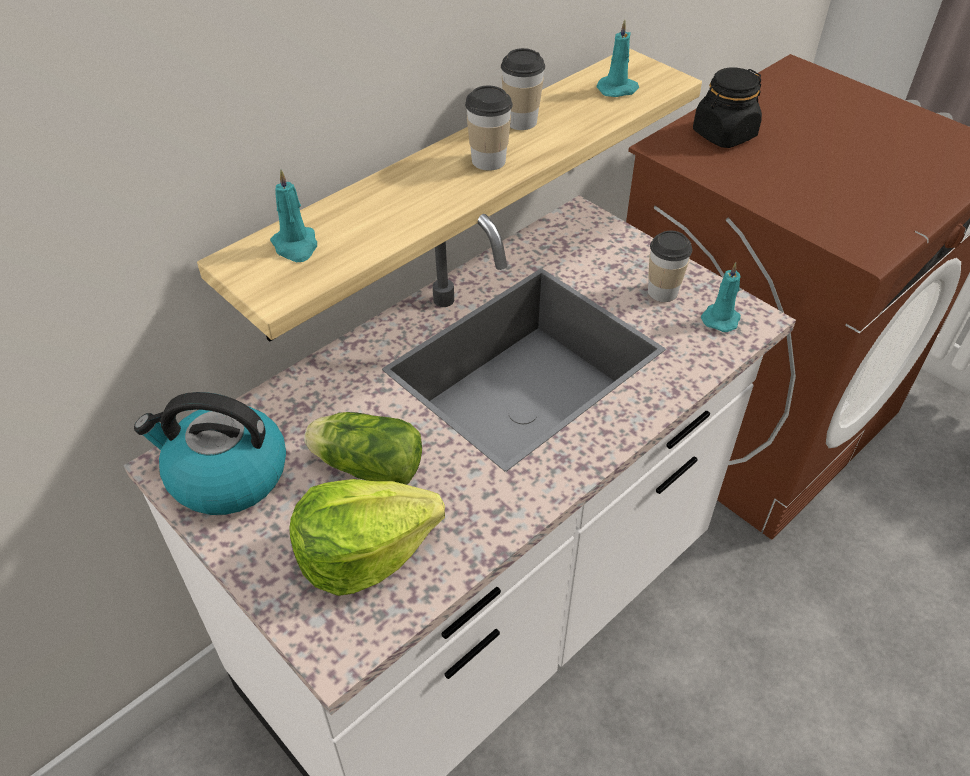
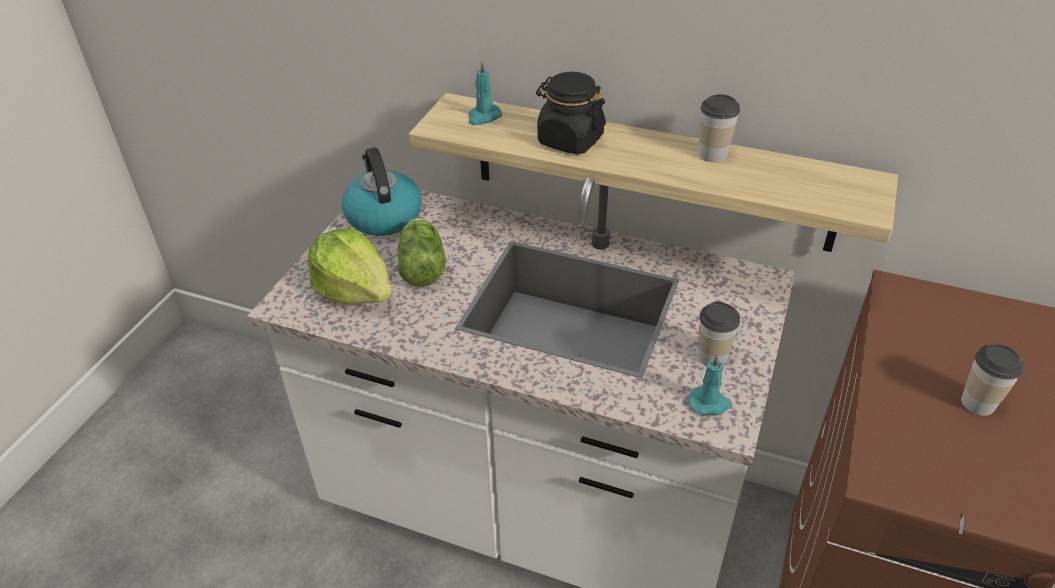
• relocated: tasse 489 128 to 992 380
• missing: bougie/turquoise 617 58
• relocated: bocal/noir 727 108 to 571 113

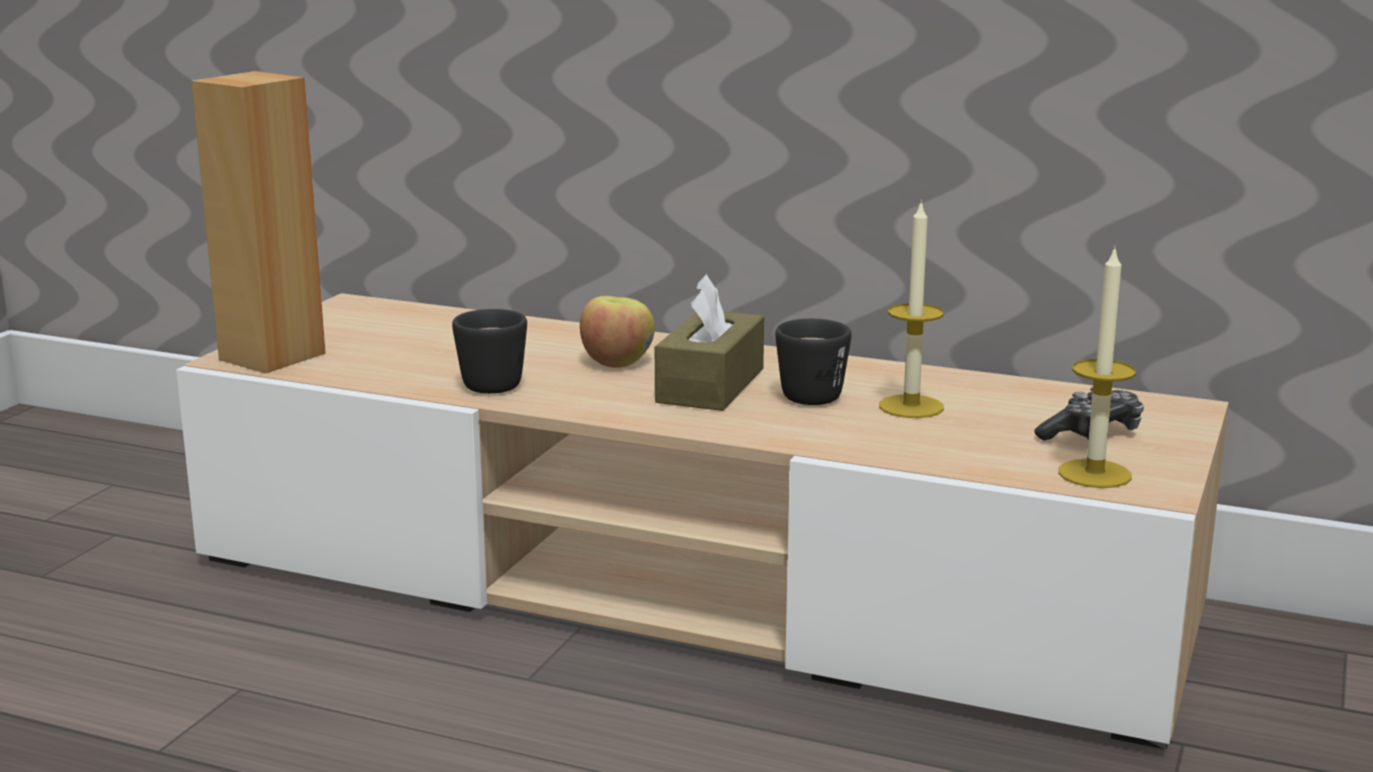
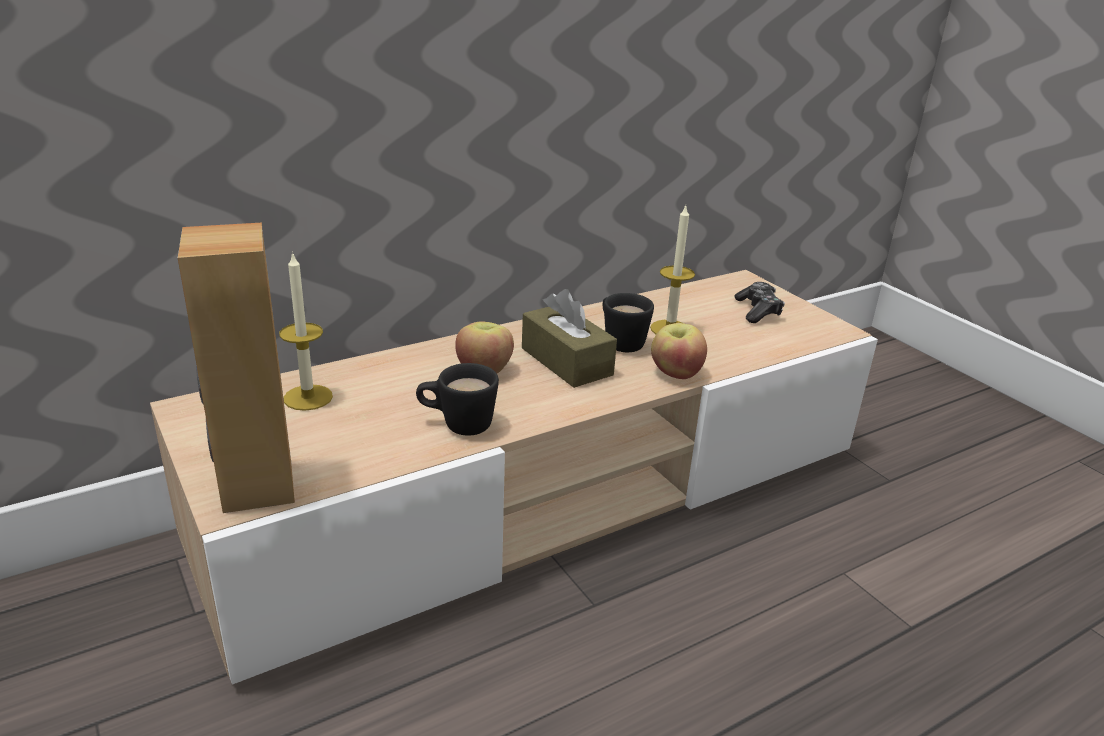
• relocated: bougie 1097 367 to 306 331
• appeared: pomme 679 351

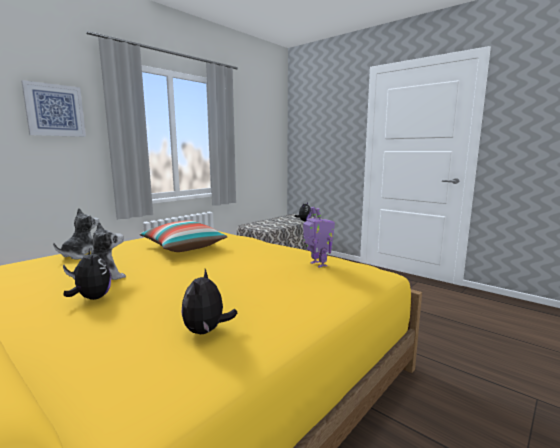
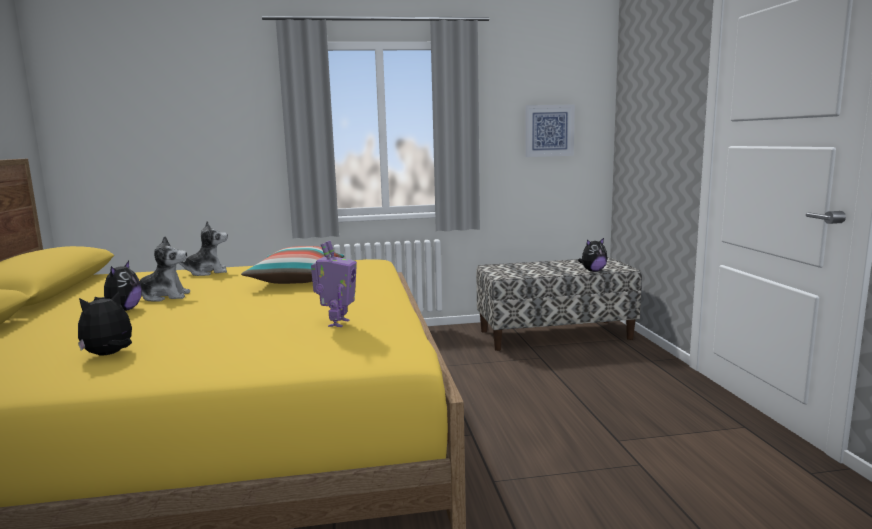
• relocated: tableau 53 108 to 550 130

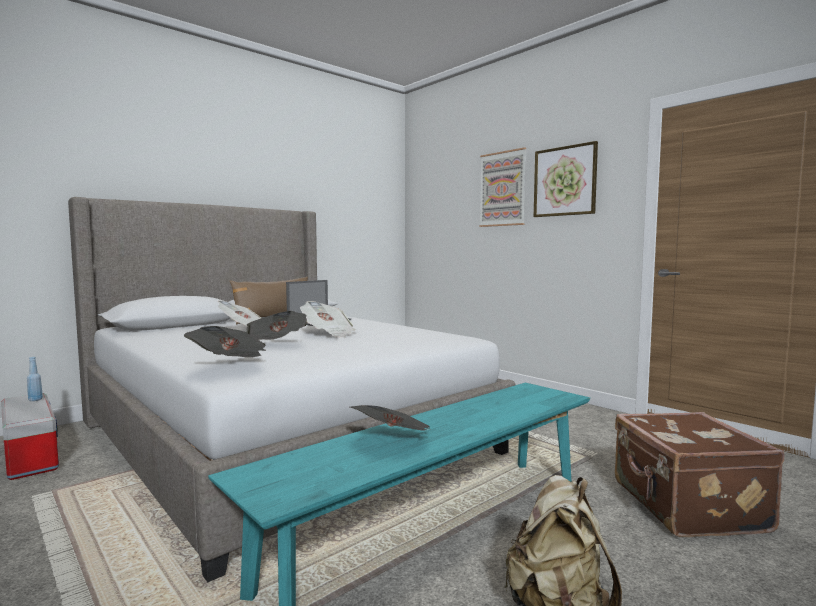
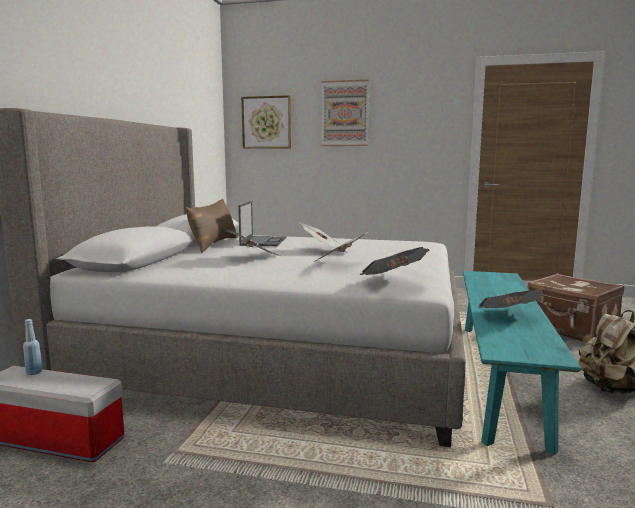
• relocated: tableau 566 179 to 266 122

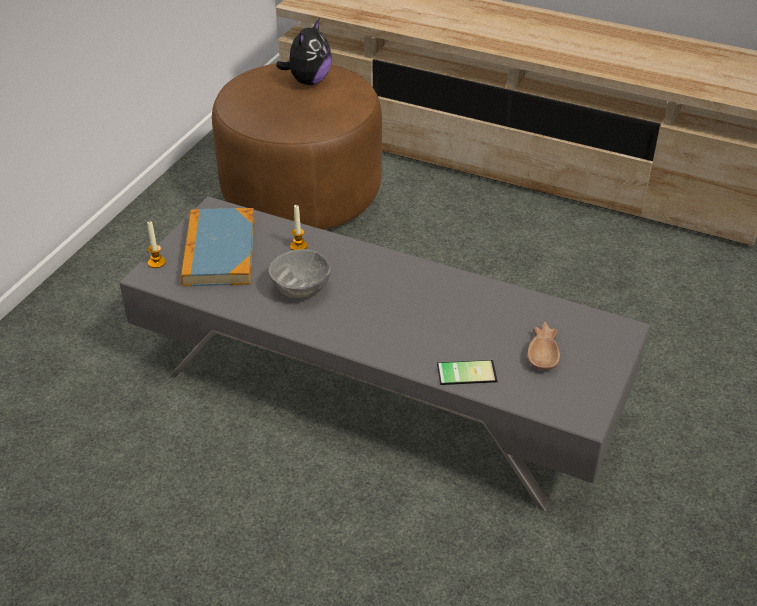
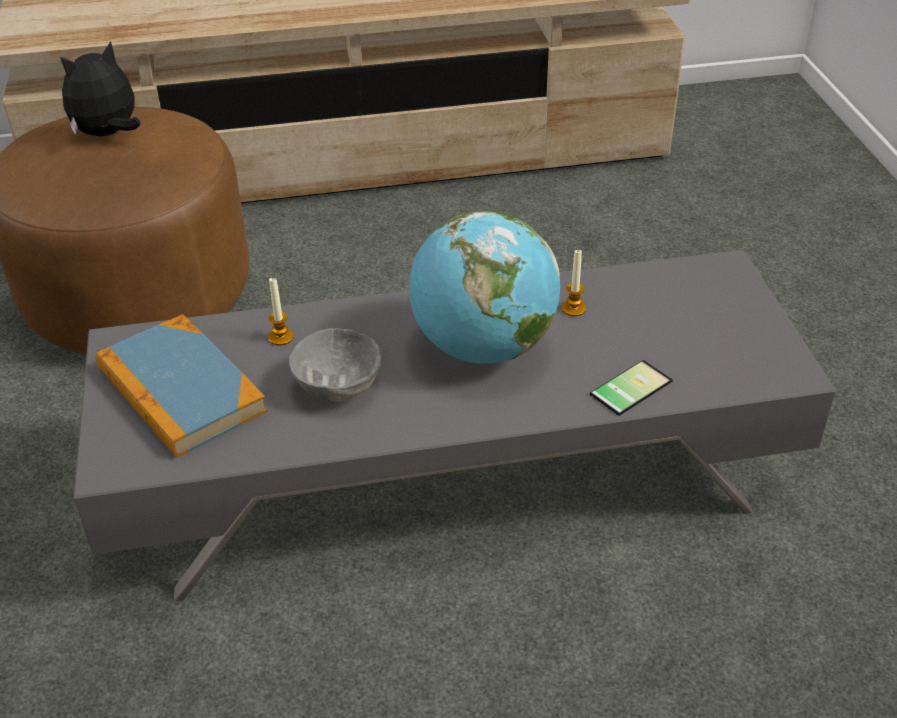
• relocated: bougie 156 244 to 574 283
• spun: peluche 304 52 = 100 88 120 degrees counterclockwise
• missing: bol/marron 543 346
• appeared: globe 484 287

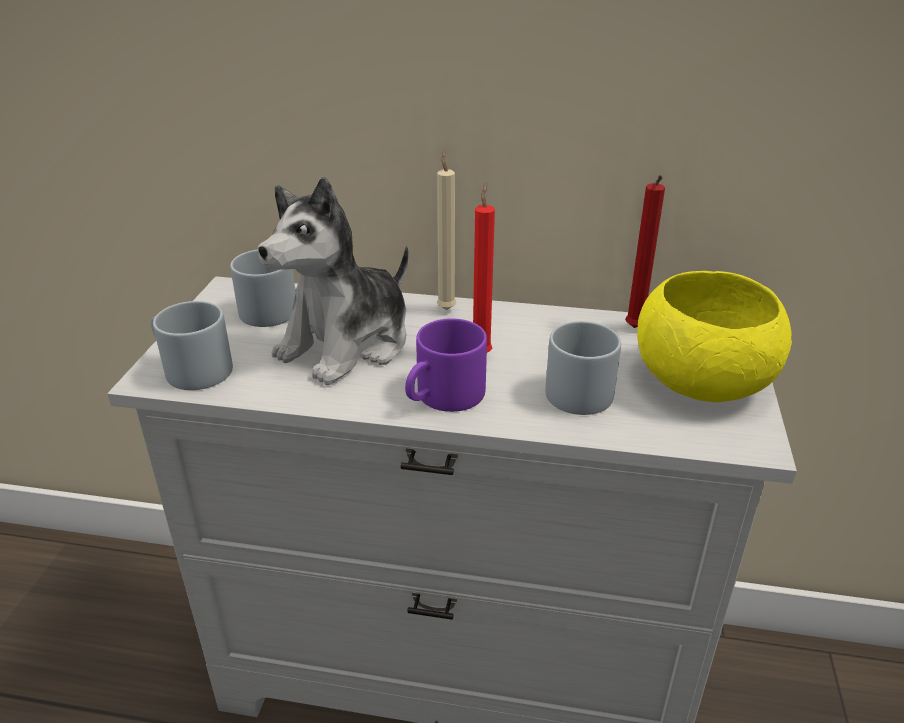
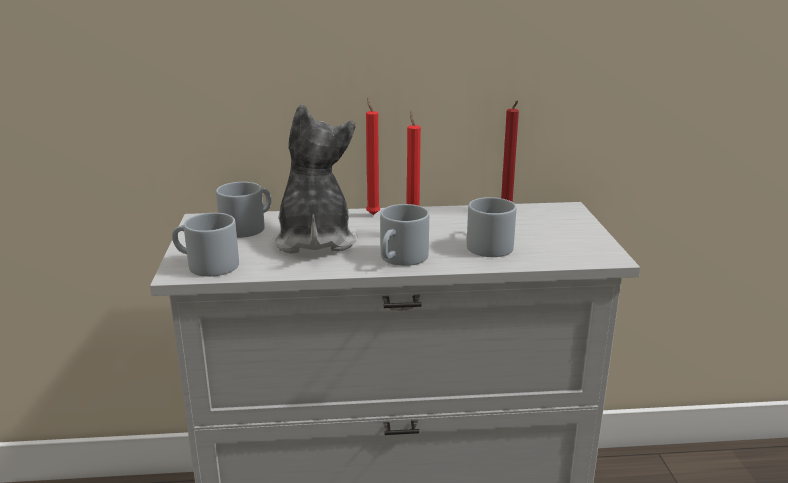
• spun: peluche 333 280 = 315 179 150 degrees clockwise
• colour: mug/violet 446 365 to mug/gris 404 235
• colour: bougie/beige 447 229 to bougie/rouge 373 156
• missing: bol/jaune 714 336

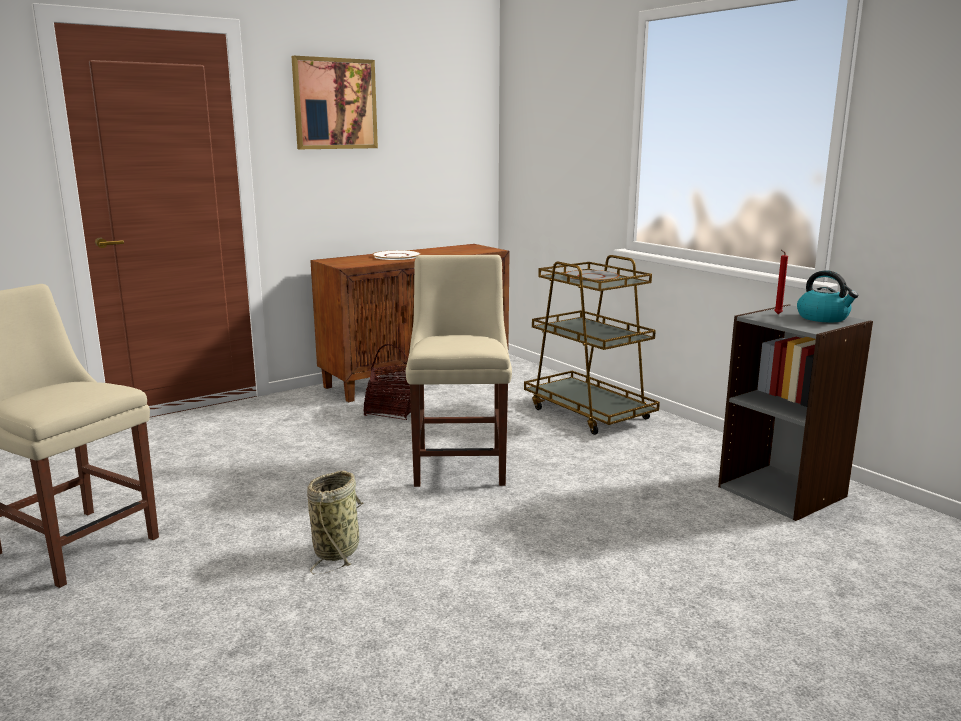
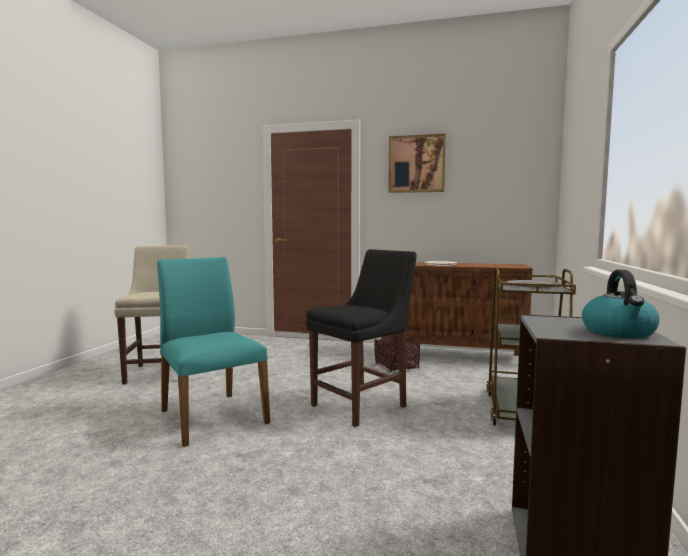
• exchanged: panier 335 523 to chaise/turquoise 213 352
• colour: chaise/beige 459 371 to chaise/noir 361 338
• missing: bougie/rouge 781 282

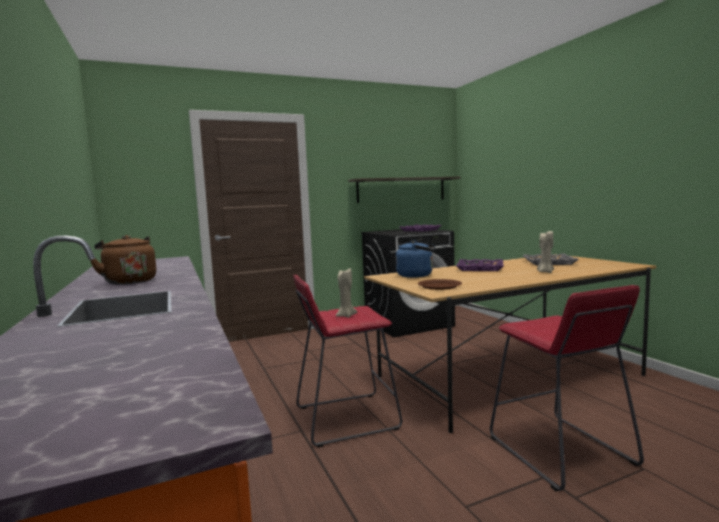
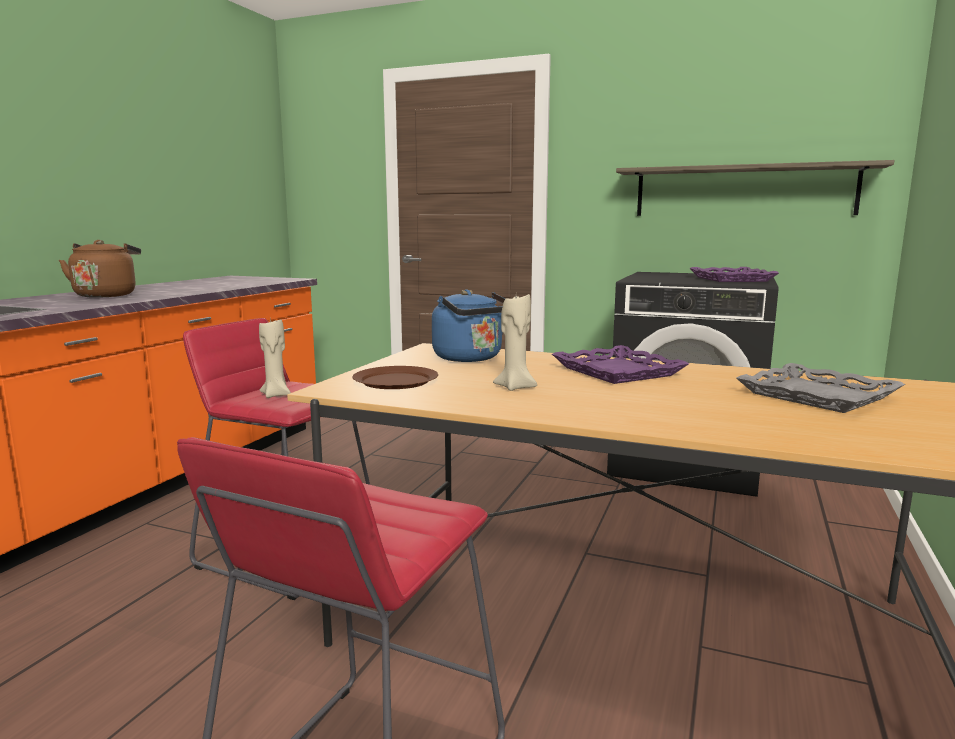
• relocated: bougie/beige 545 251 to 515 342

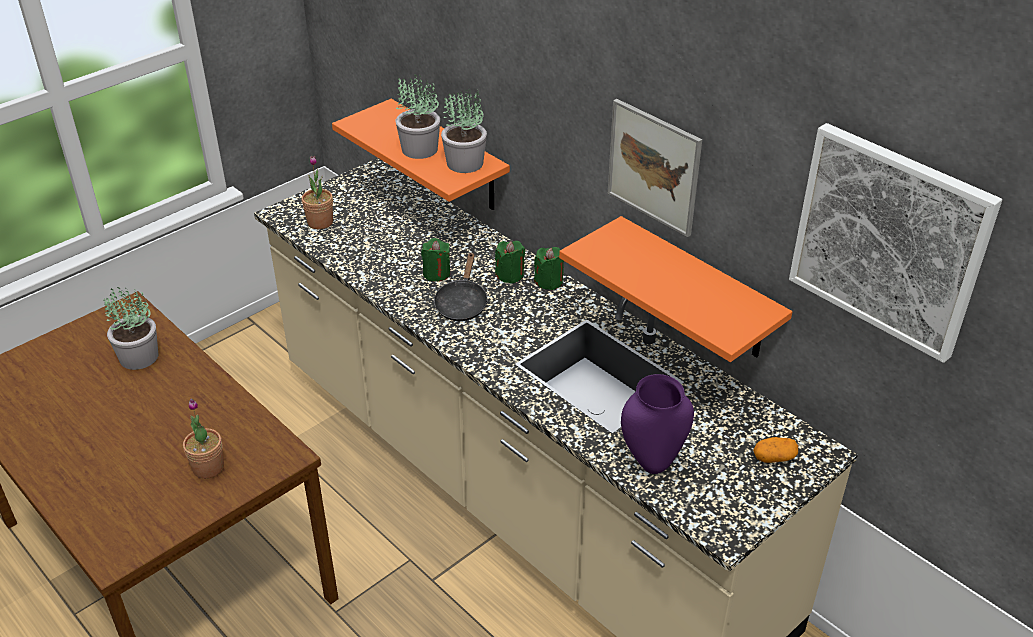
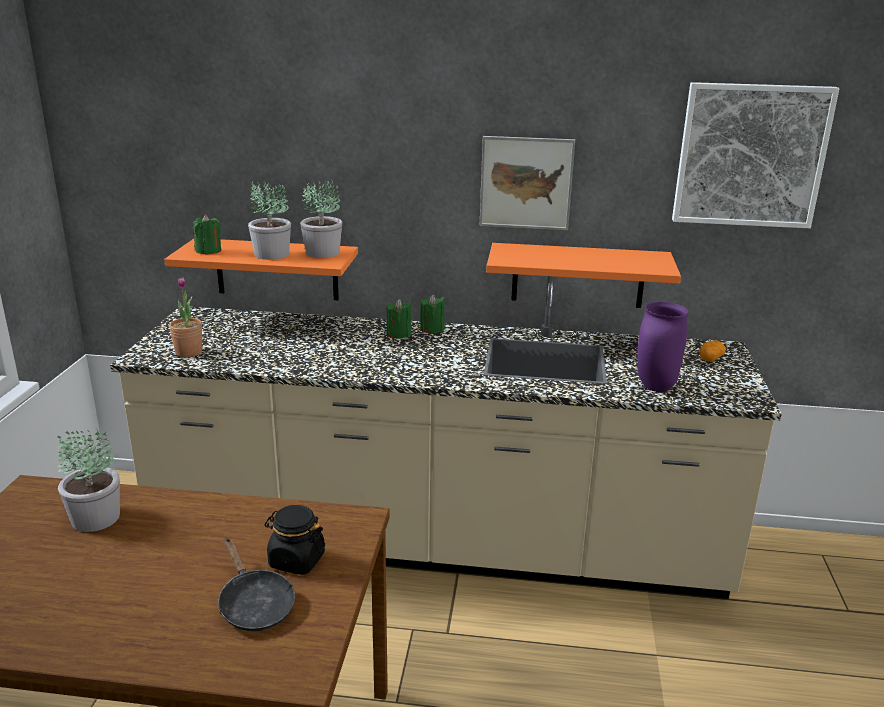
• exchanged: plante en pot 203 439 to bocal/noir 294 540
• relocated: bougie/vert 435 260 to 207 235
• relocated: poêle/noir 460 286 to 256 584

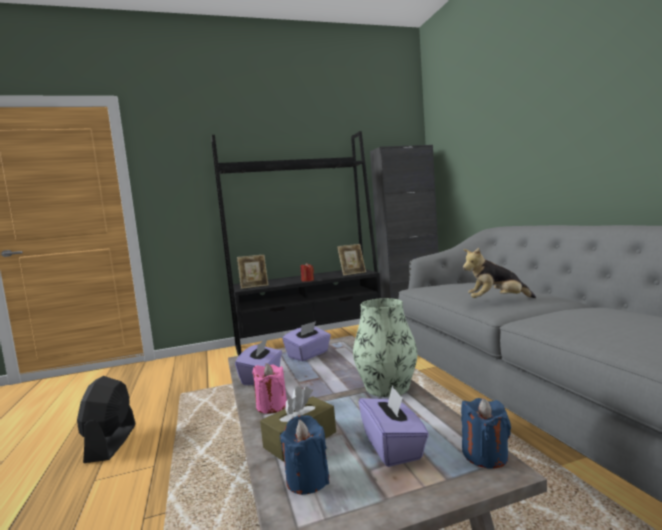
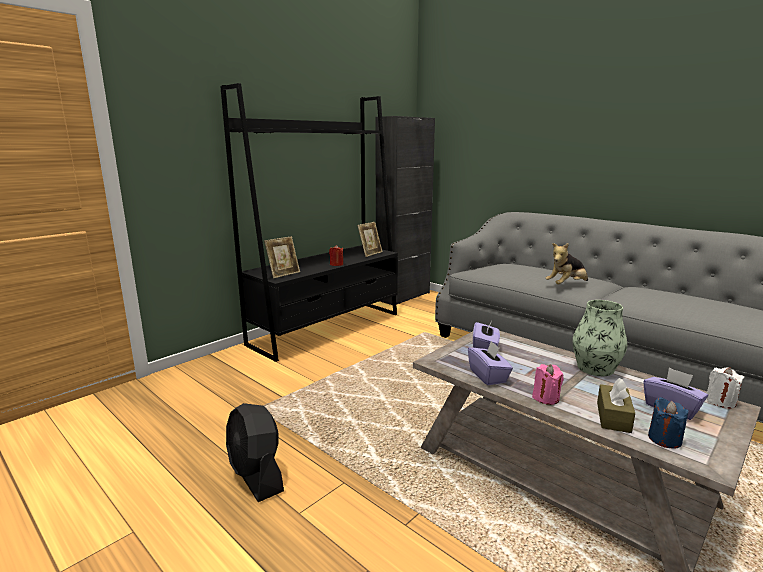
• colour: bougie/bleu 486 433 to bougie/blanc 725 387

